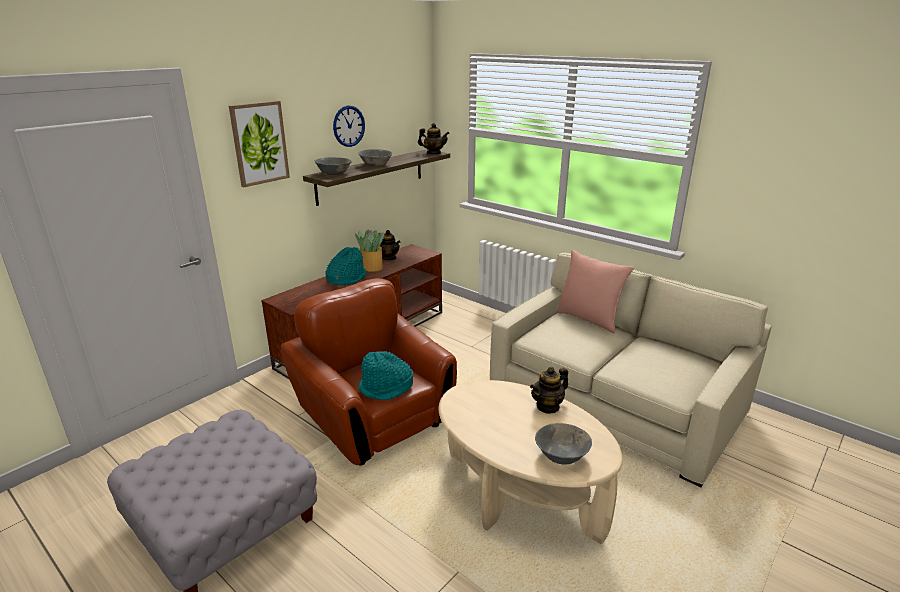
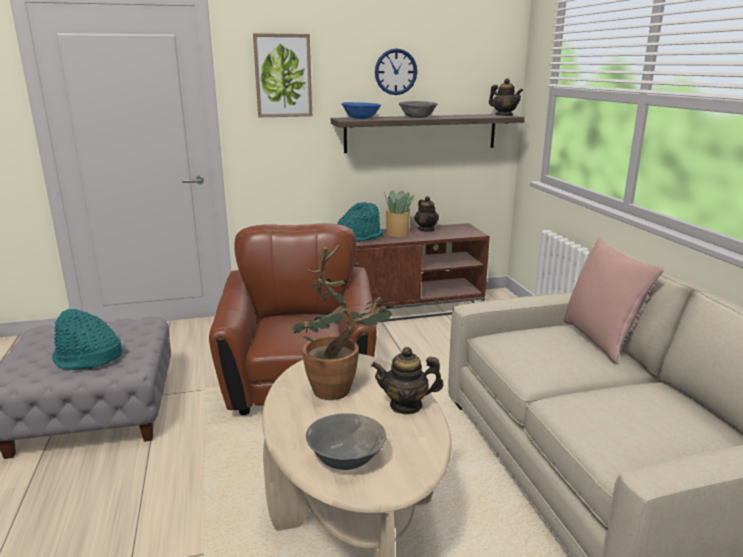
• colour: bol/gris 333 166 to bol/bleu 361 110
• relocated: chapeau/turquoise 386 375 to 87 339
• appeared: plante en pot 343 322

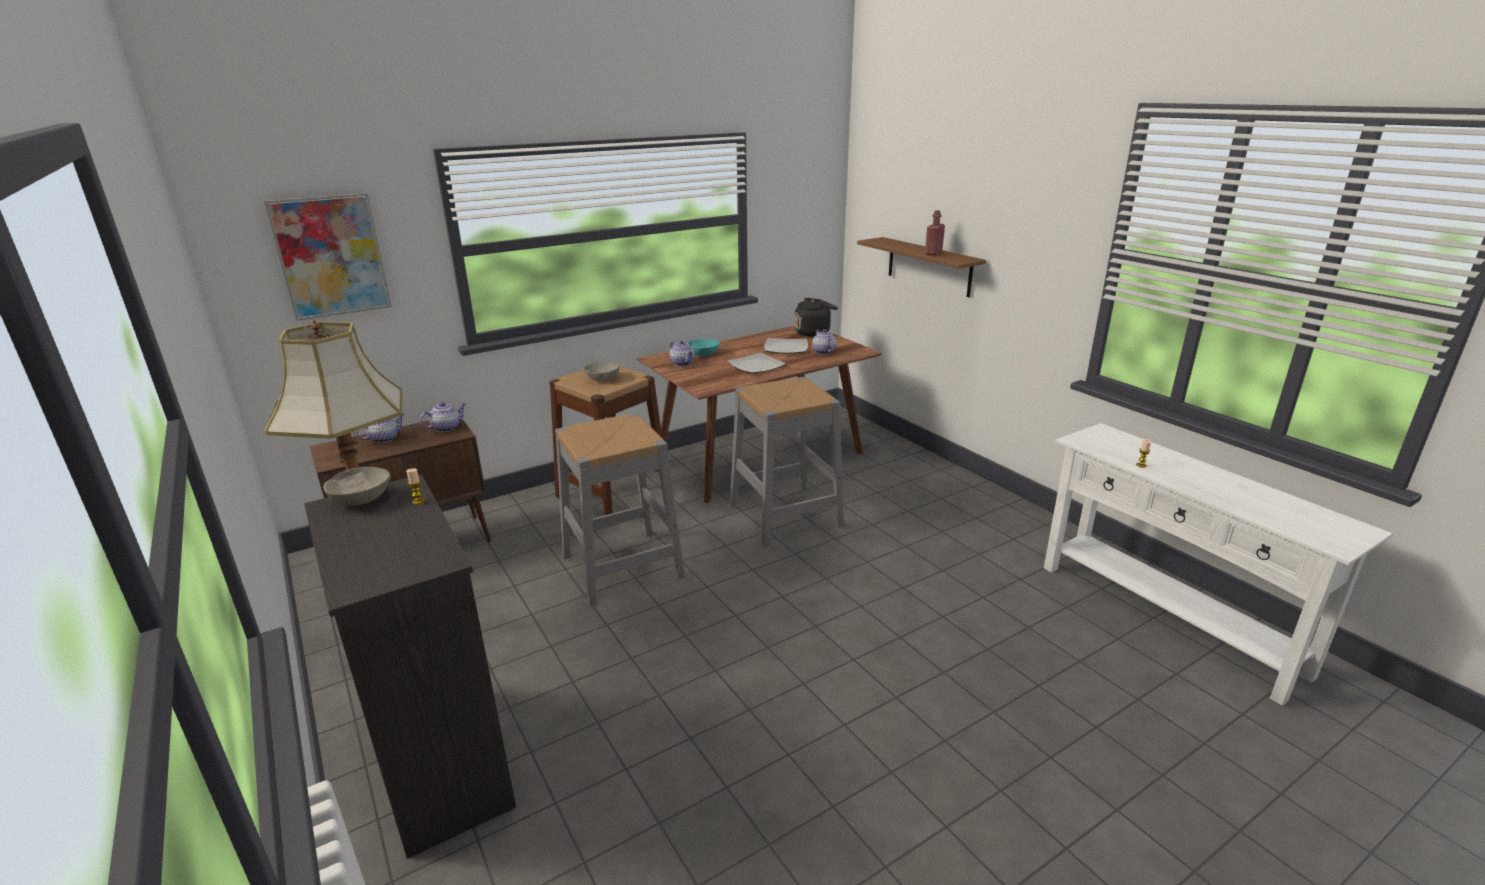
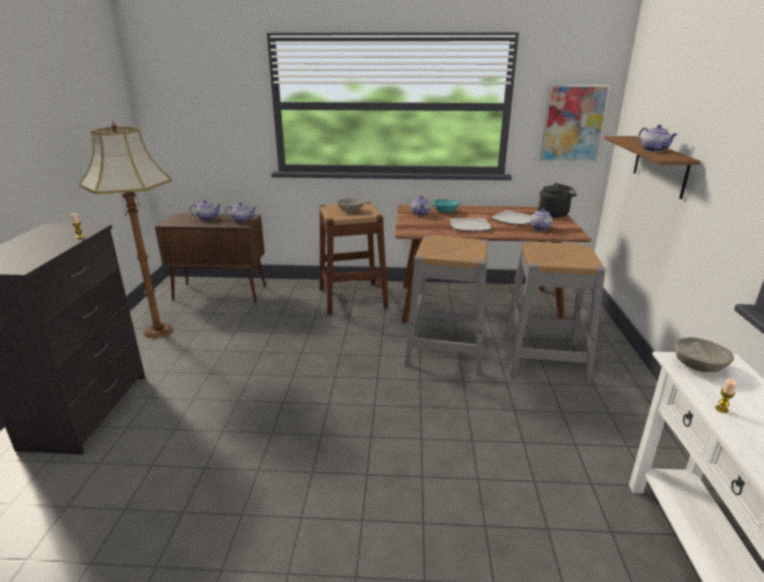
• relocated: tableau 328 257 to 575 123
• relocated: bol/gris 357 486 to 704 354
• relocated: tabouret/gris 620 509 to 555 312
• exchanged: bouteille/rouge 935 232 to théière 658 138

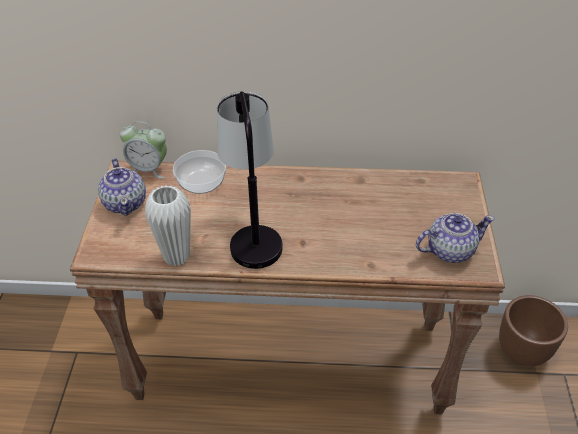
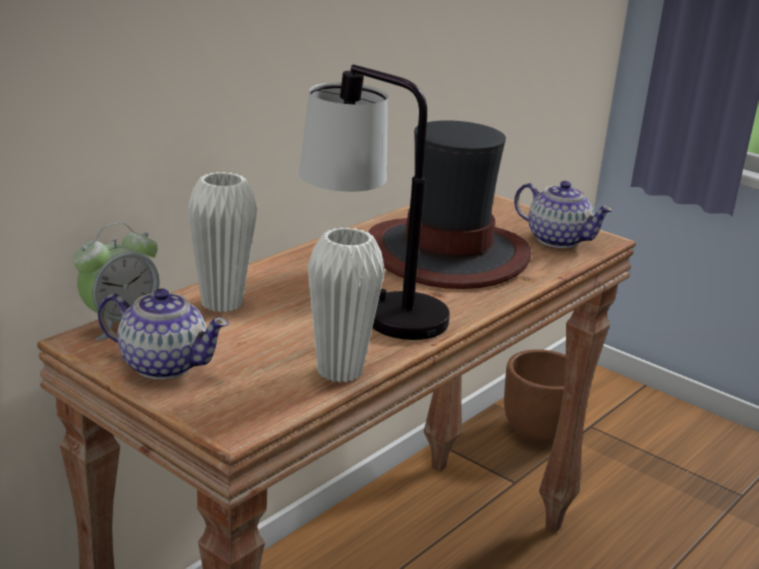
• exchanged: bol 199 172 to vase/blanc 222 242
• spun: théière 455 238 = 564 214 105 degrees clockwise
• appeared: chapeau 450 204

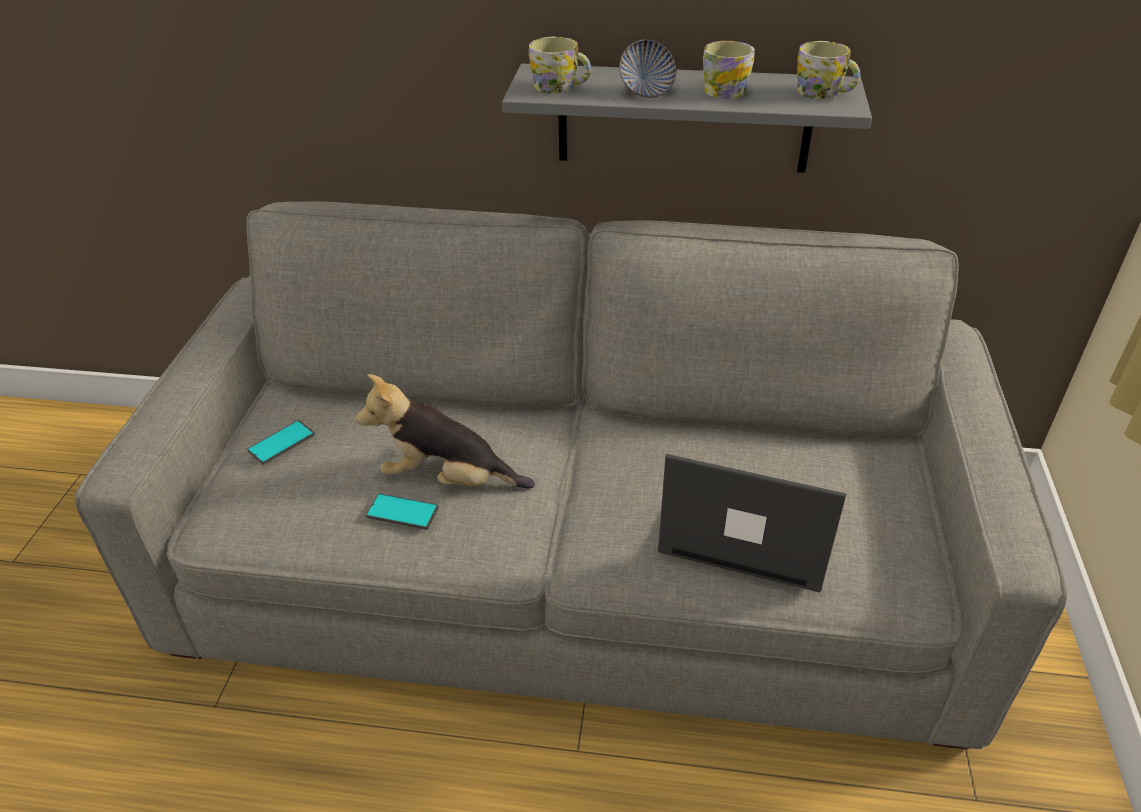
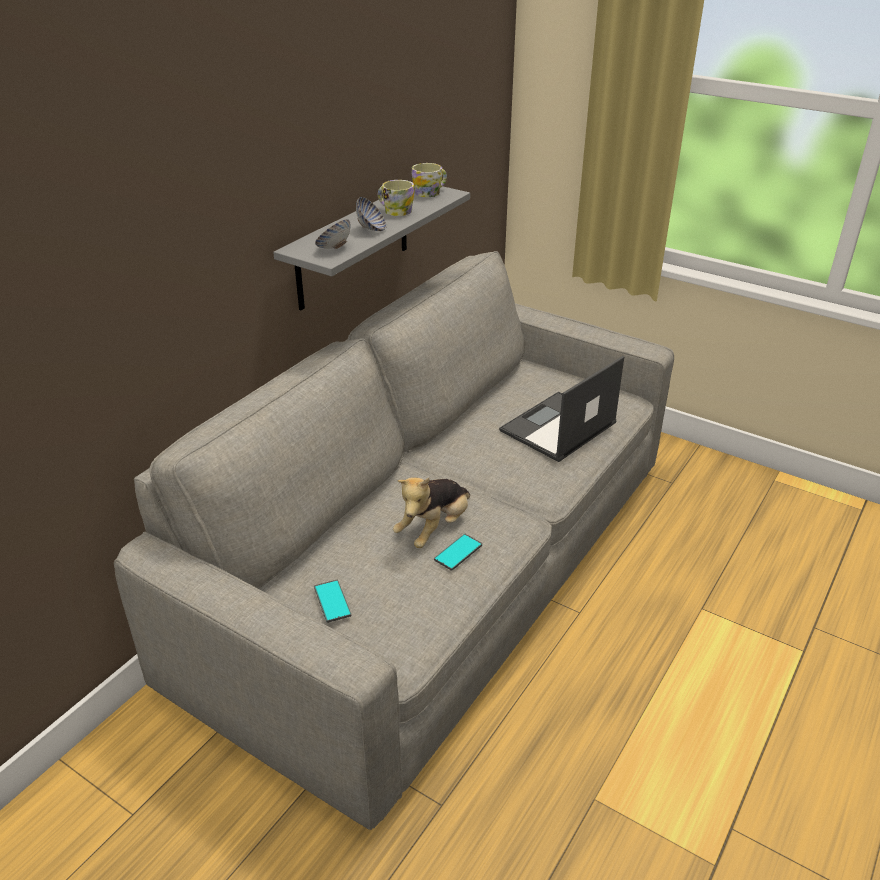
• exchanged: mug 560 65 to bol 333 234

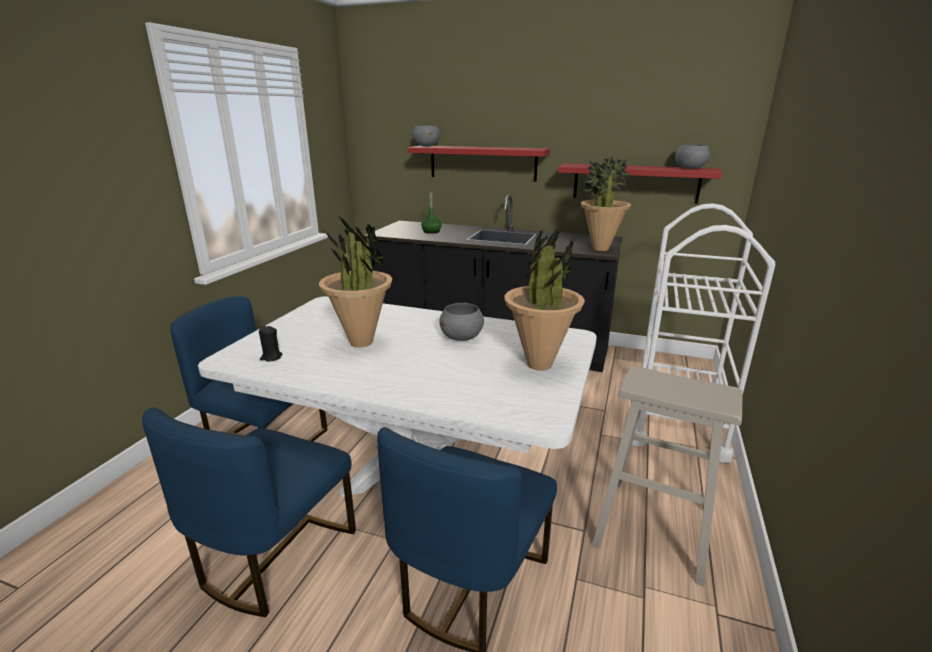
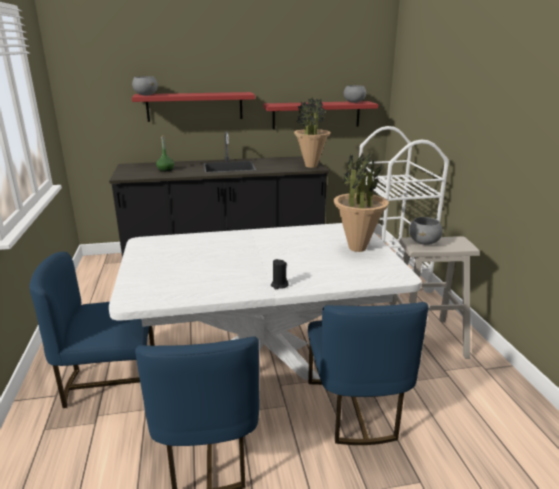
• relocated: bougie/noir 271 343 to 280 274
• missing: plante en pot 355 282
• relocated: bol/gris 461 322 to 426 231

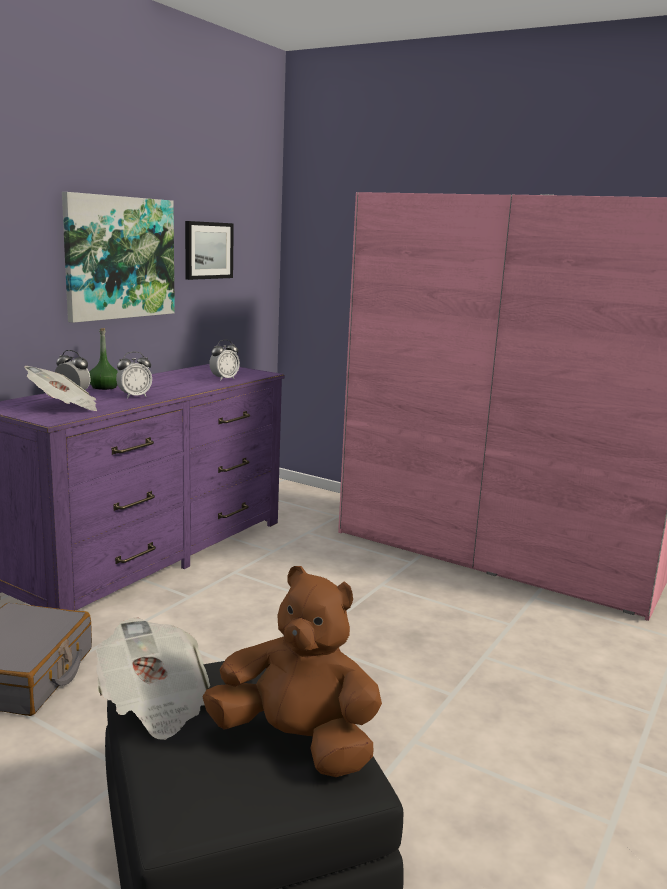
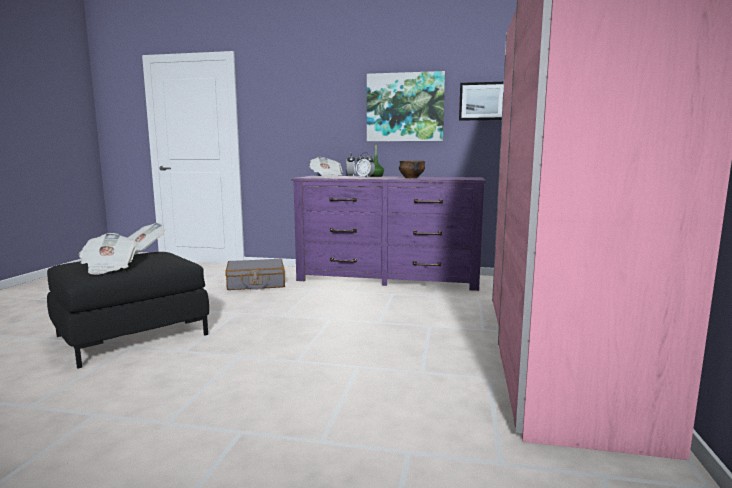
• exchanged: peluche/marron 292 671 to journal 108 254
• missing: réveil 224 360
• appeared: bol 412 169

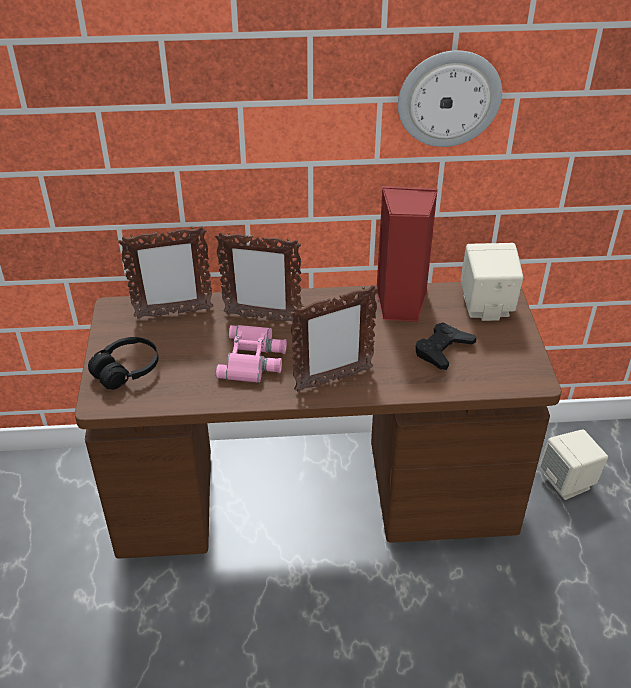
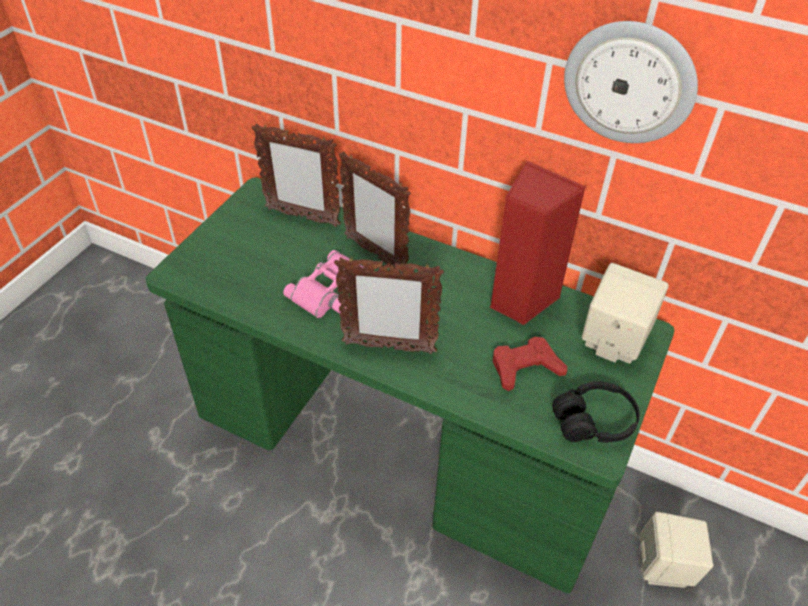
• colour: bureau/marron 318 420 to bureau/vert 410 386
• relocated: casque audio/noir 123 363 to 596 412
• colour: manette/noir 446 346 to manette/rouge 530 364

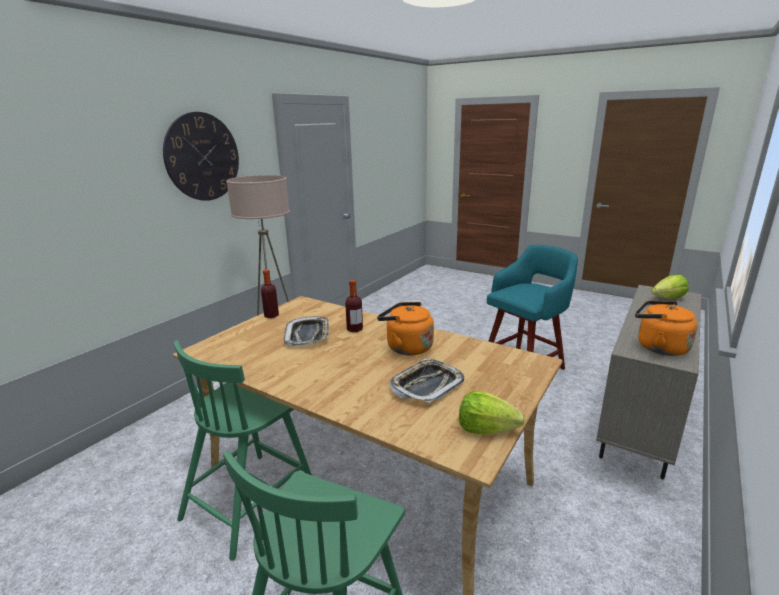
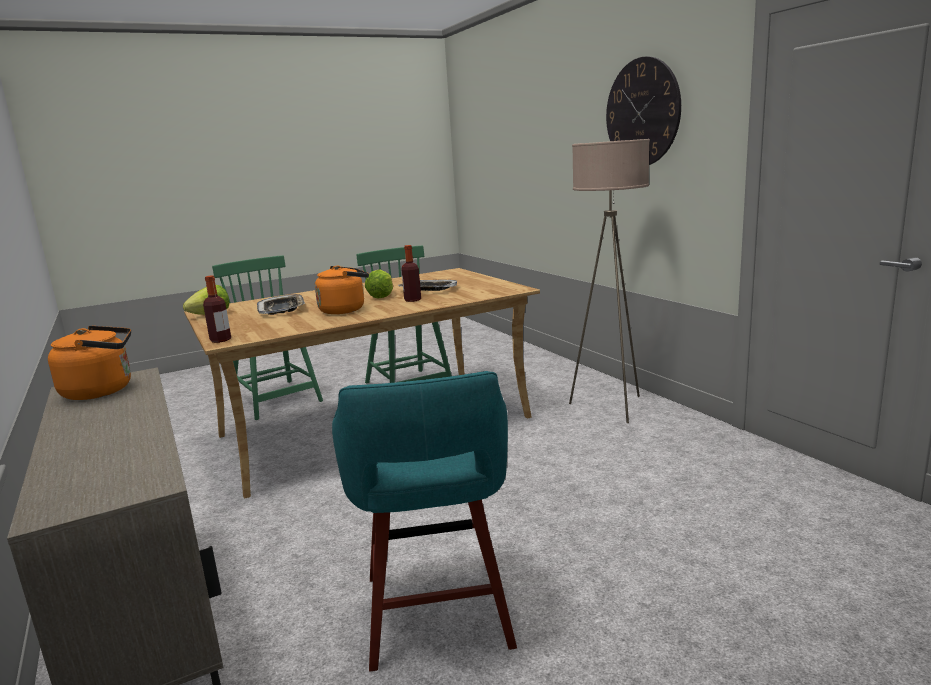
• relocated: bouteille 270 293 to 217 309
• relocated: laitue 670 286 to 379 284

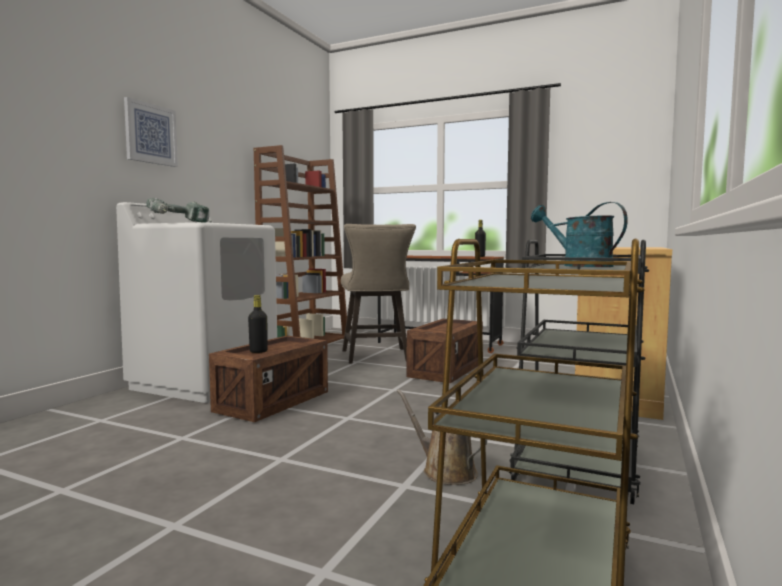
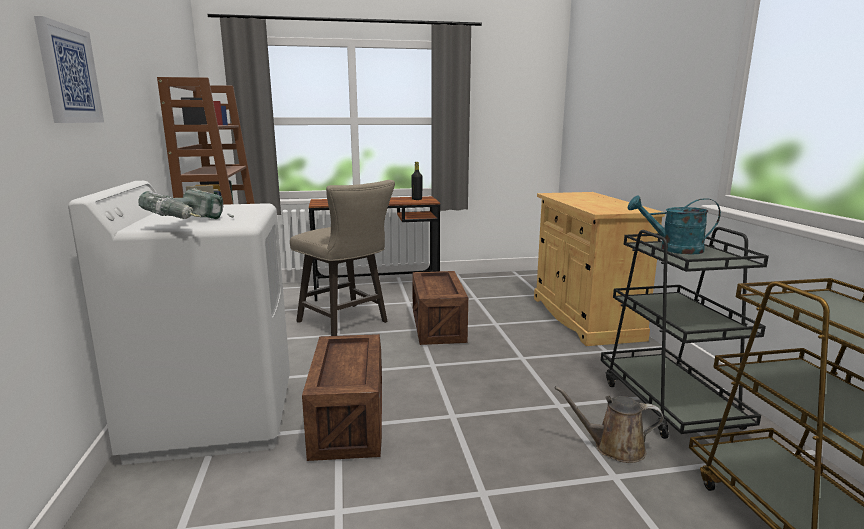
• missing: bouteille/noir 258 324

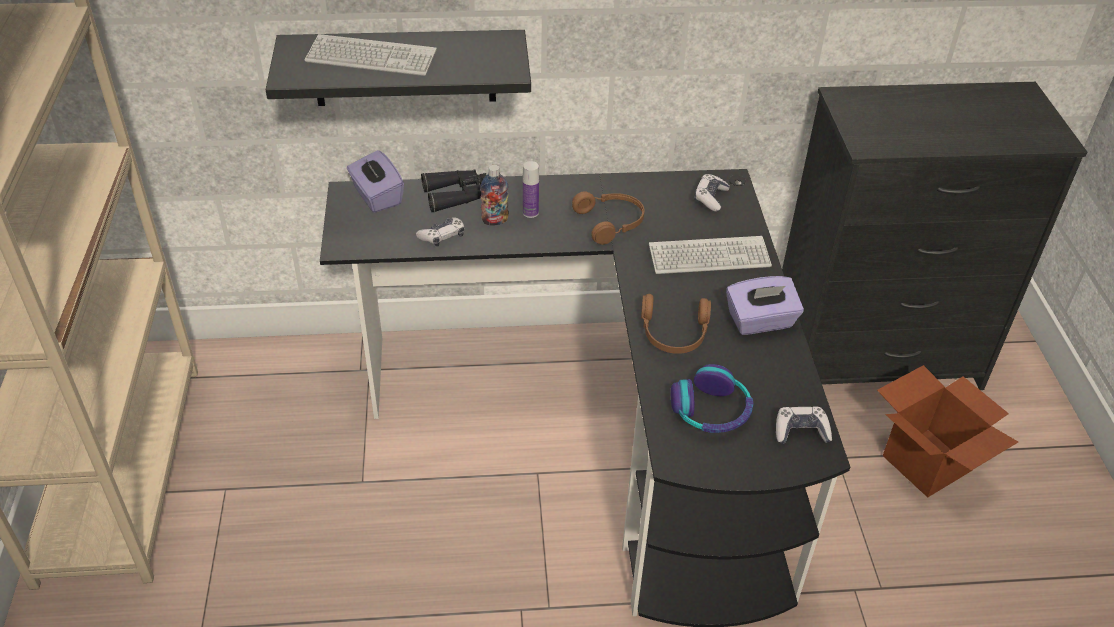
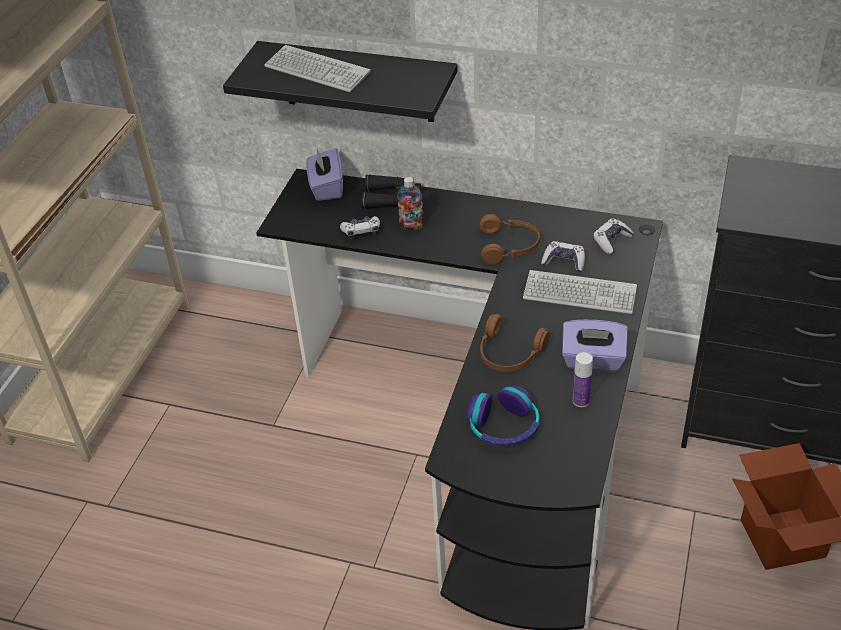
• relocated: bouteille 531 189 to 582 379
• relocated: manette 804 425 to 563 256

